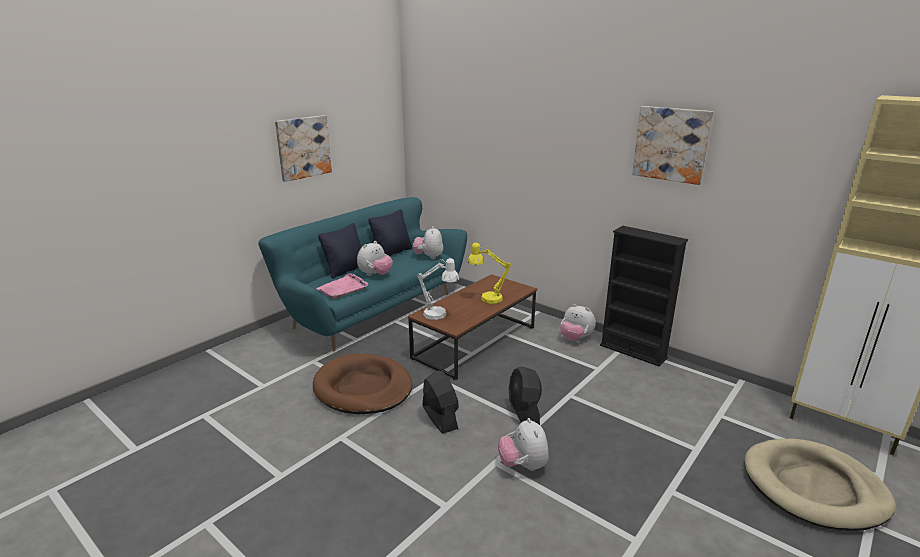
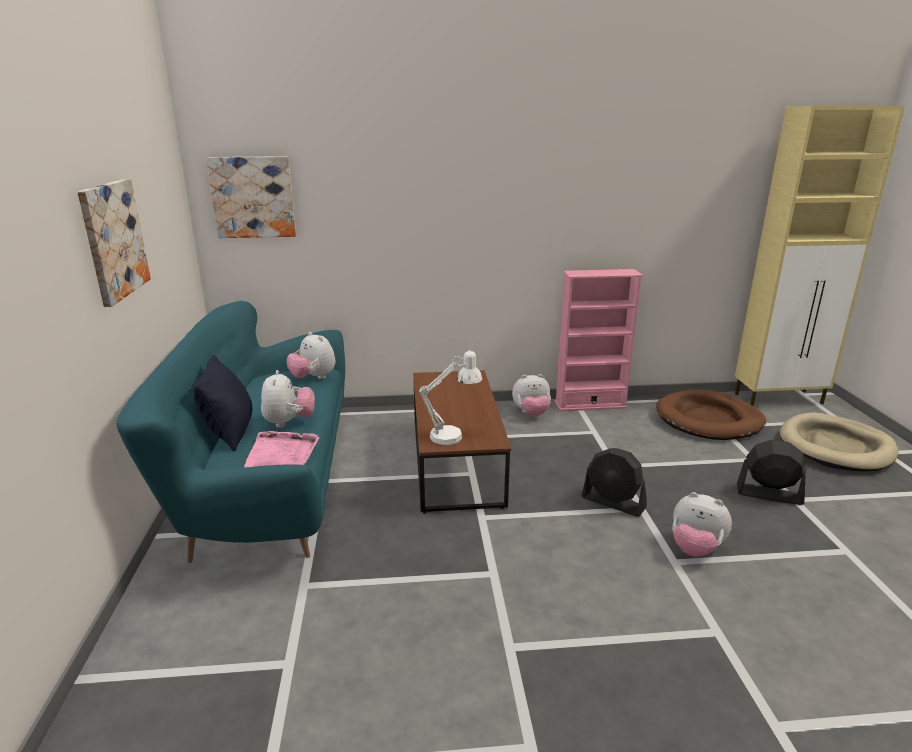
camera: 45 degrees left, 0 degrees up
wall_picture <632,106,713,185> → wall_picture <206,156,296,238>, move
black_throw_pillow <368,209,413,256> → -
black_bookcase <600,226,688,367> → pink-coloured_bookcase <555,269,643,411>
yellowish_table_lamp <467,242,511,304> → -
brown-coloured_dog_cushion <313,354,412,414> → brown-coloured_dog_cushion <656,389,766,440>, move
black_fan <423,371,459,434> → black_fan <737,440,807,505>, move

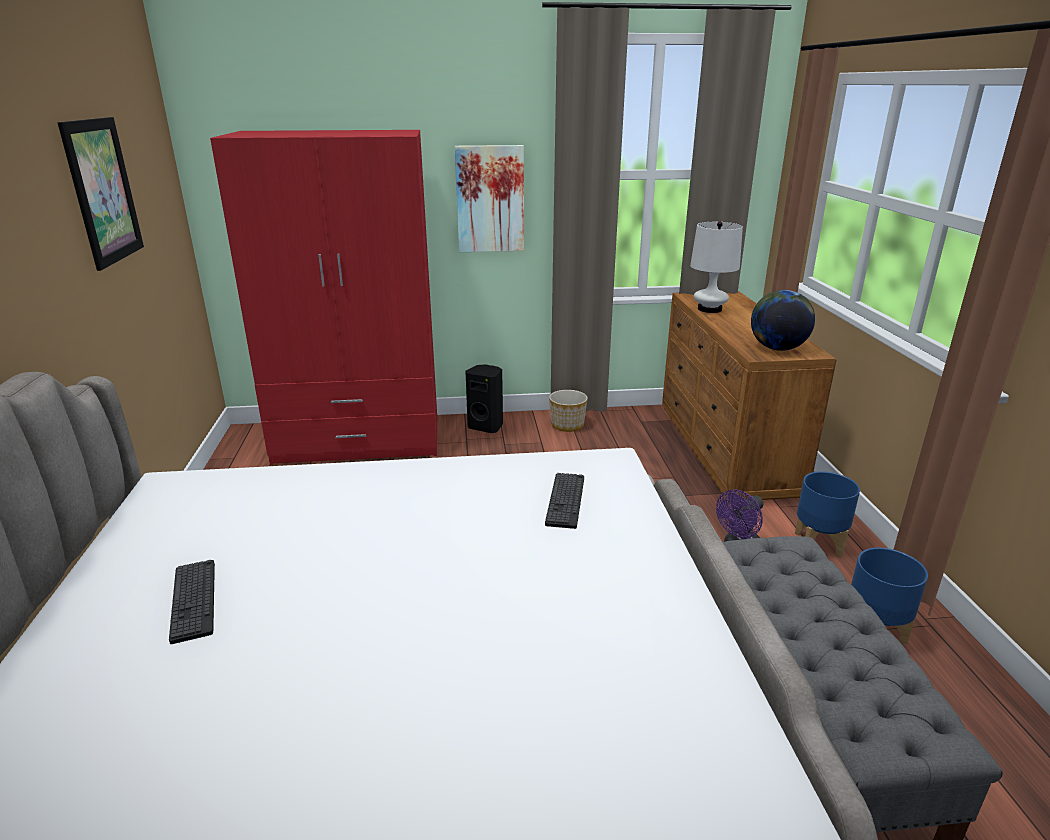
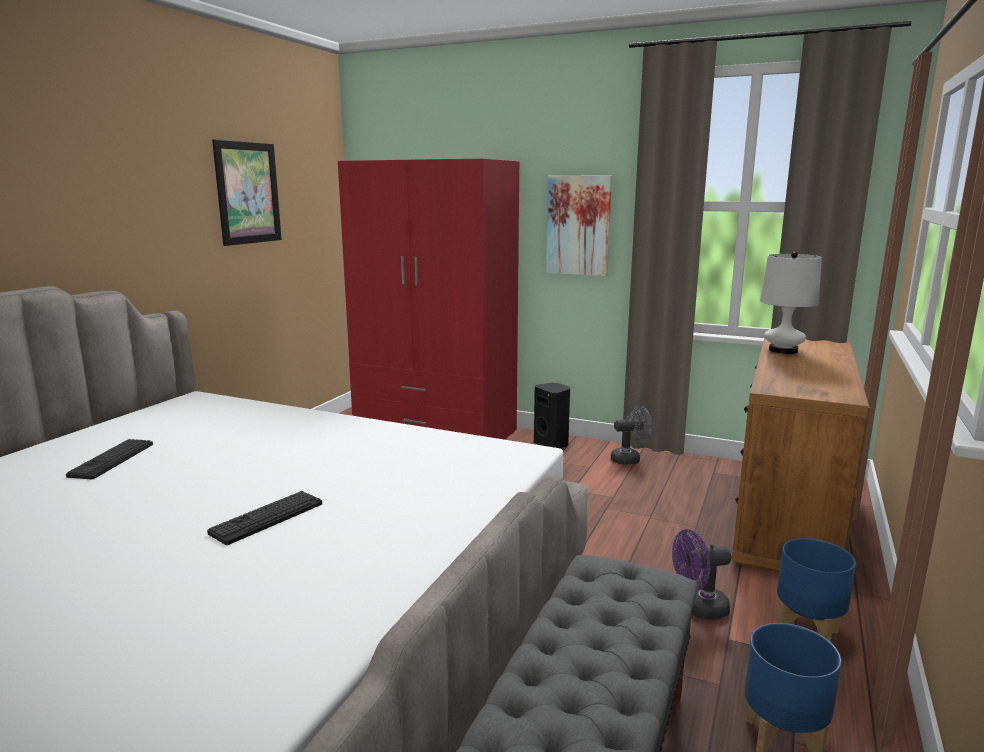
camera: 30 degrees right, 10 degrees down
desk_globe <751,290,815,351> → -
plant_pot <549,390,588,432> → greyish_fan <611,406,652,465>
keyboard <545,473,584,529> → keyboard <207,491,322,545>, move

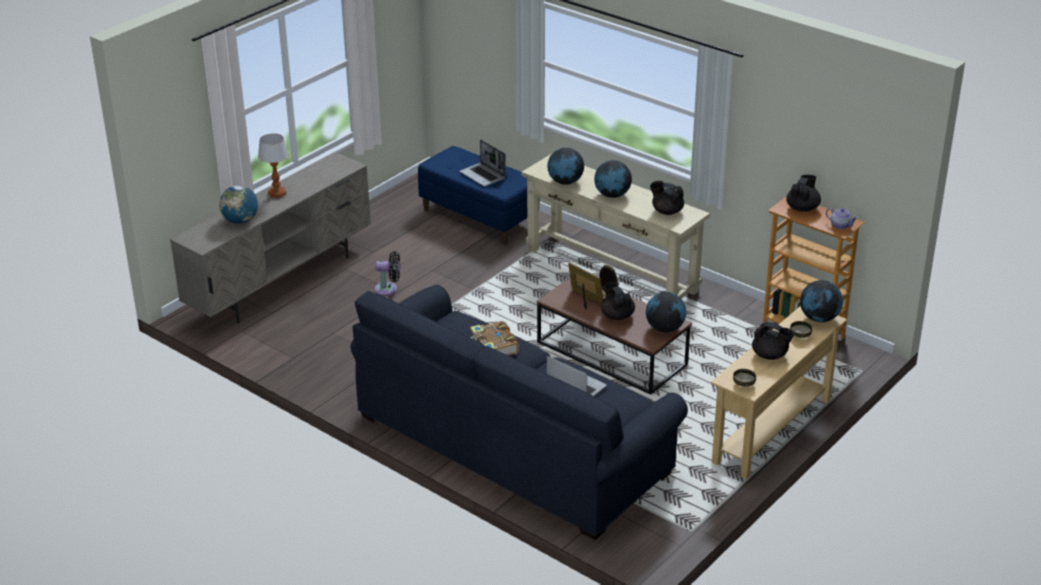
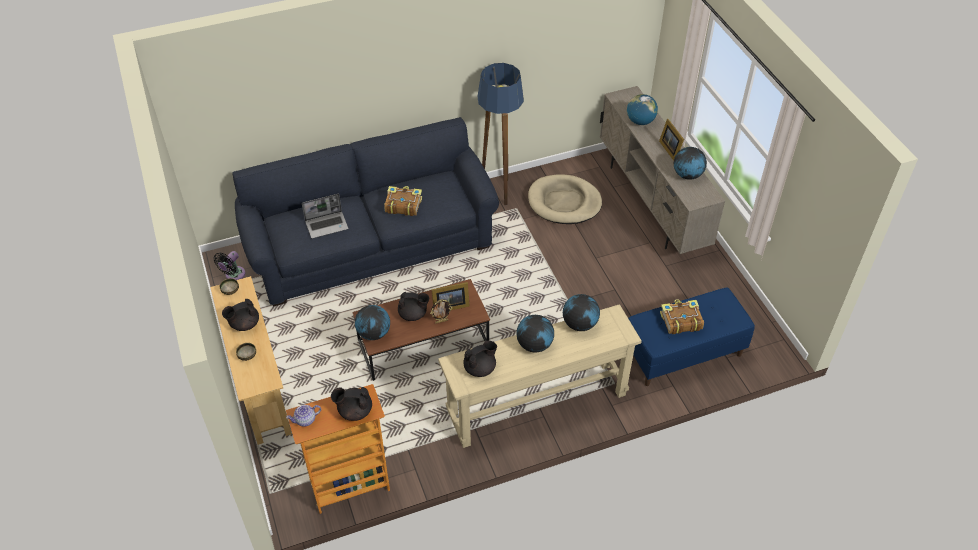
camera: 120 degrees right, 15 degrees up
table_lamp <258,133,289,198> → photo_frame <659,119,684,161>
notebook_computer <460,139,506,186> → volume <660,299,704,334>
black_tea_pot <786,175,821,212> → black_tea_pot <331,387,372,421>, 120 degrees clockwise
black_fan <374,251,400,296> → black_fan <213,251,246,280>, move
desk_globe <800,280,843,322> → desk_globe <674,147,707,180>, move
- → standing_lamp <477,63,524,205>
- → beige-coloured_dog_cushion <528,174,602,224>

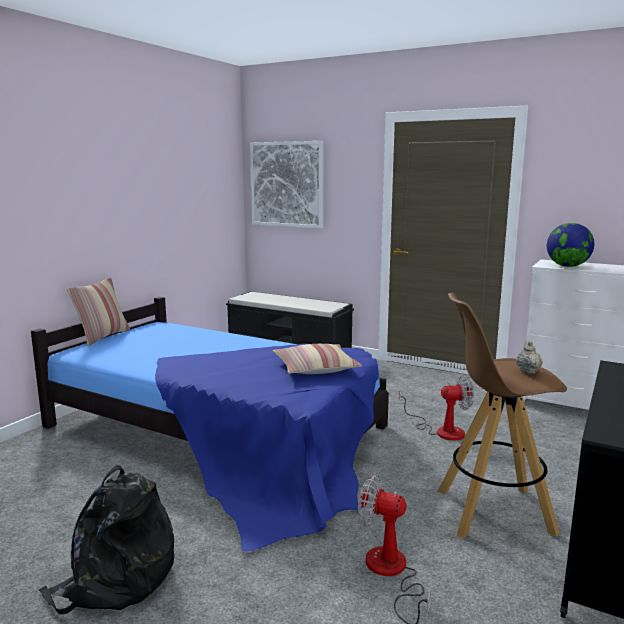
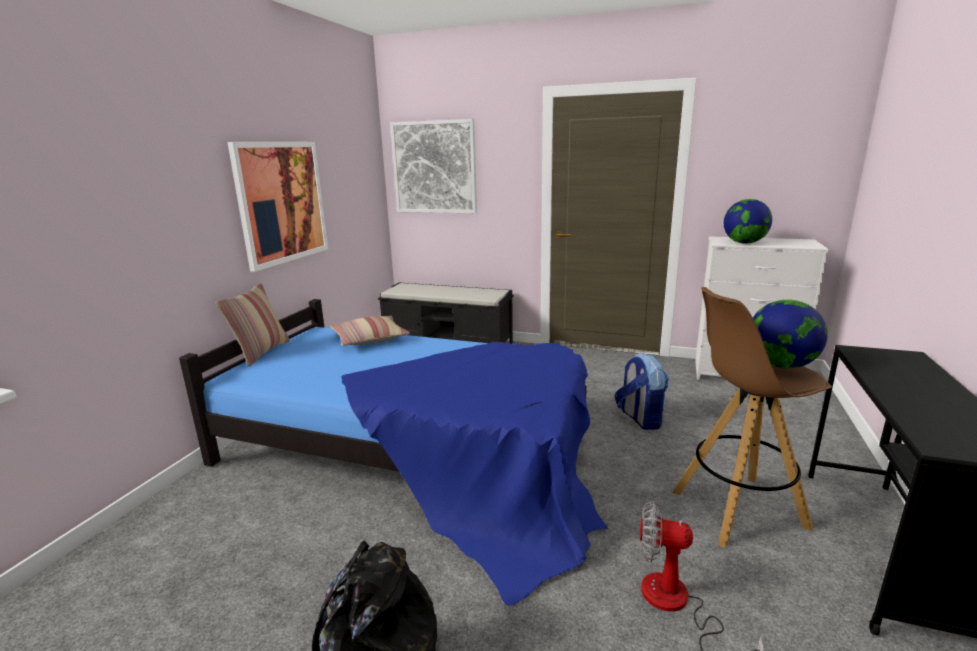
camera: 10 degrees left, 5 degrees up
beige-coloured_tea_pot <516,340,543,374> → desk_globe <753,300,828,369>
throw_pillow <273,344,362,374> → throw_pillow <330,316,410,346>, move
fan <399,375,474,441> → knapsack <615,353,669,430>
- → wall_picture <227,142,328,272>

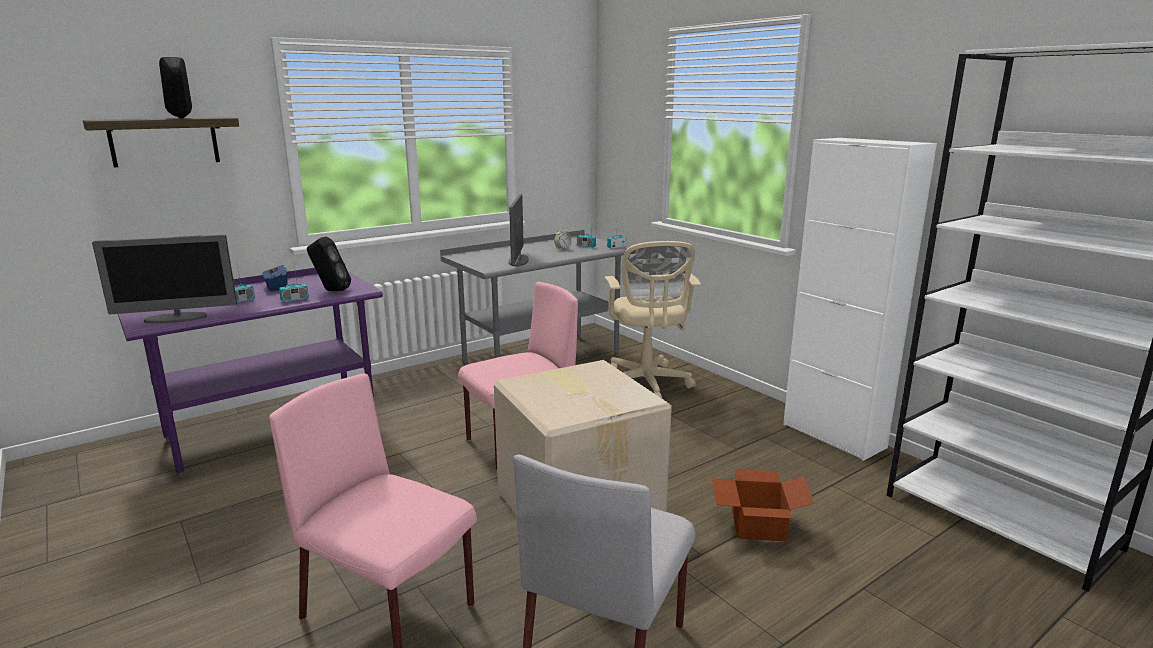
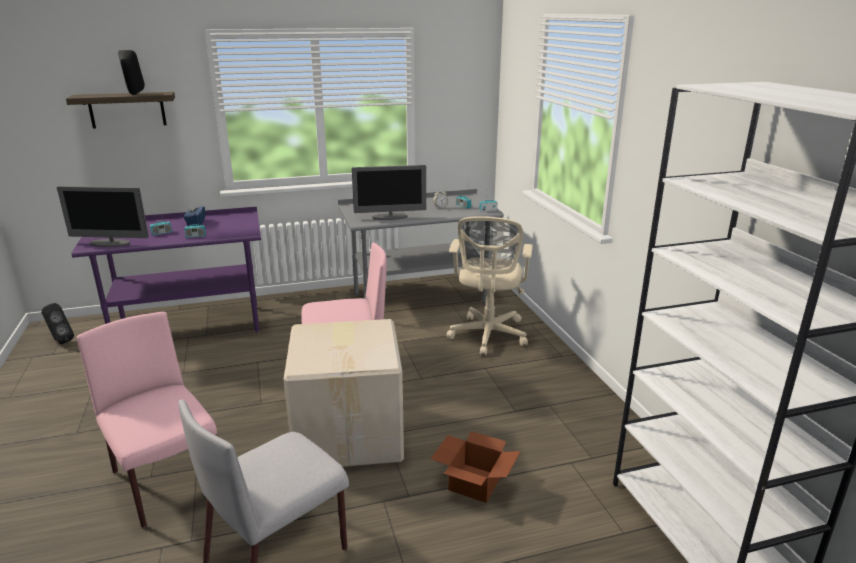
camera: 20 degrees right, 5 degrees up
white-coloured_cabinet <783,138,937,461> → -
computer_screen <509,194,529,266> → computer_screen <352,165,426,220>, 120 degrees counterclockwise
black_speaker <307,237,351,291> → black_speaker <41,303,74,344>, move

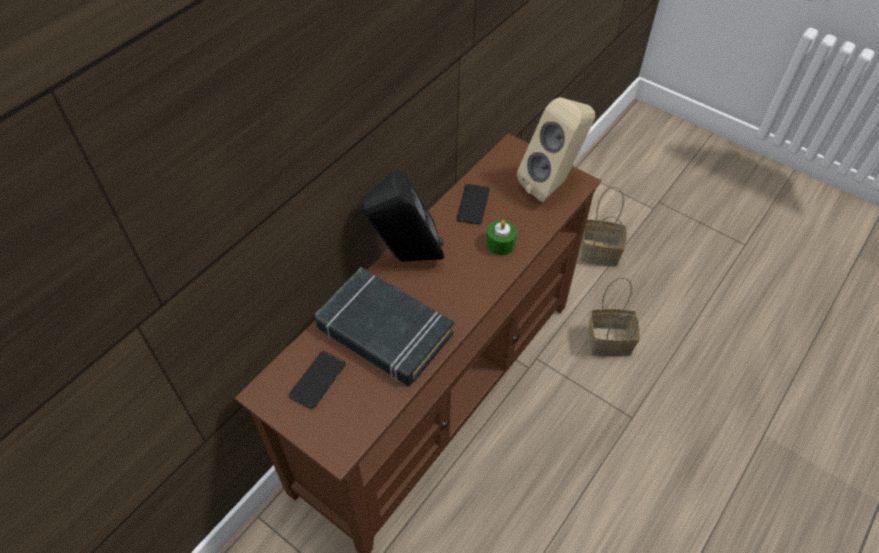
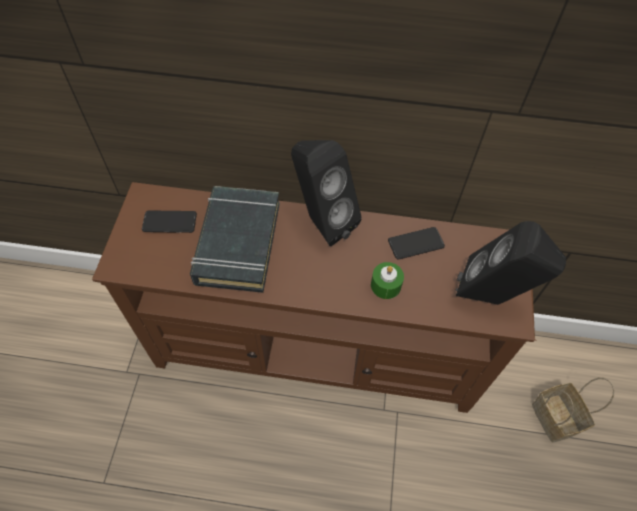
camera: 60 degrees right, 5 degrees up
beige-coloured_speaker <517,97,595,202> → black_speaker <456,221,566,305>
basket <588,277,640,357> → -

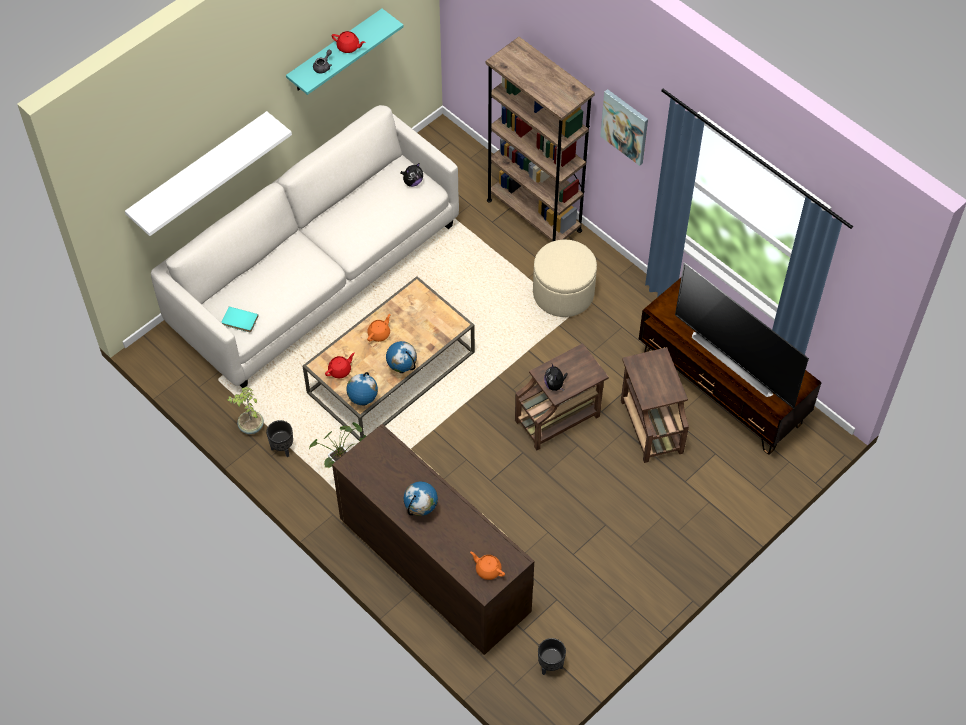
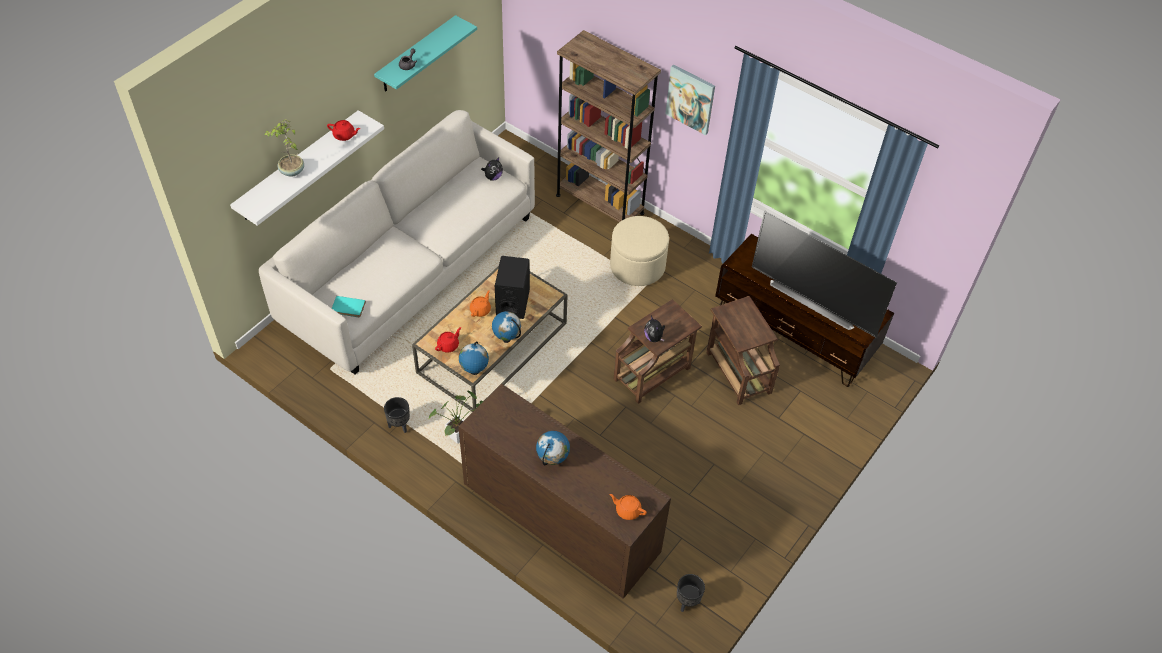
camera: 10 degrees left, 5 degrees down
red_tea_pot <332,31,366,53> → red_tea_pot <327,120,361,141>, move
potted_plant <227,387,264,434> → potted_plant <264,119,304,177>, move
- → black_speaker <495,256,530,319>

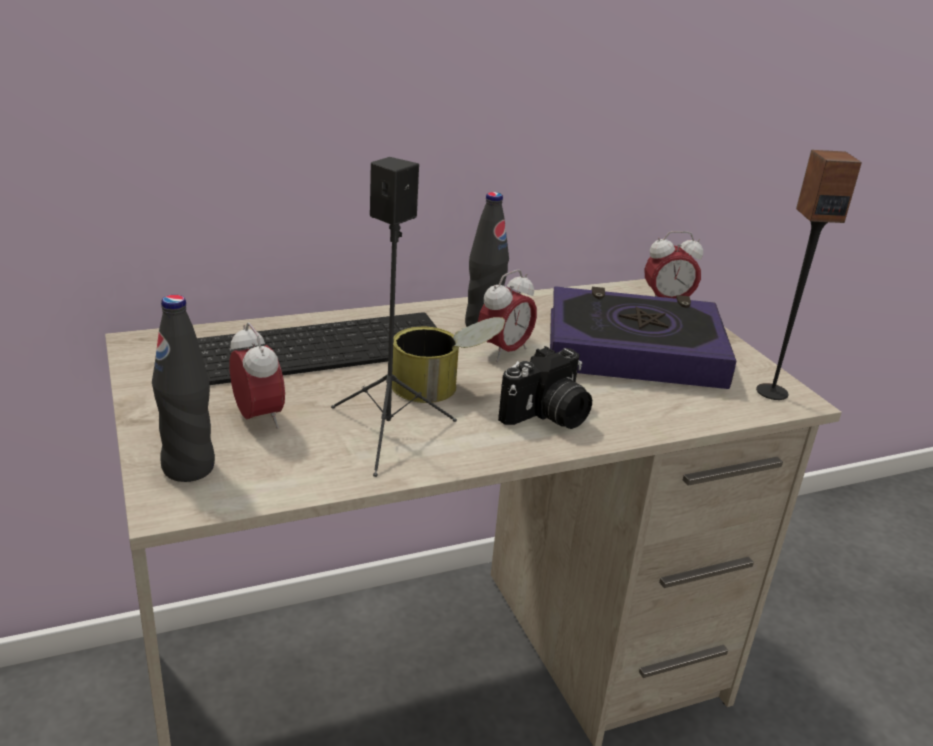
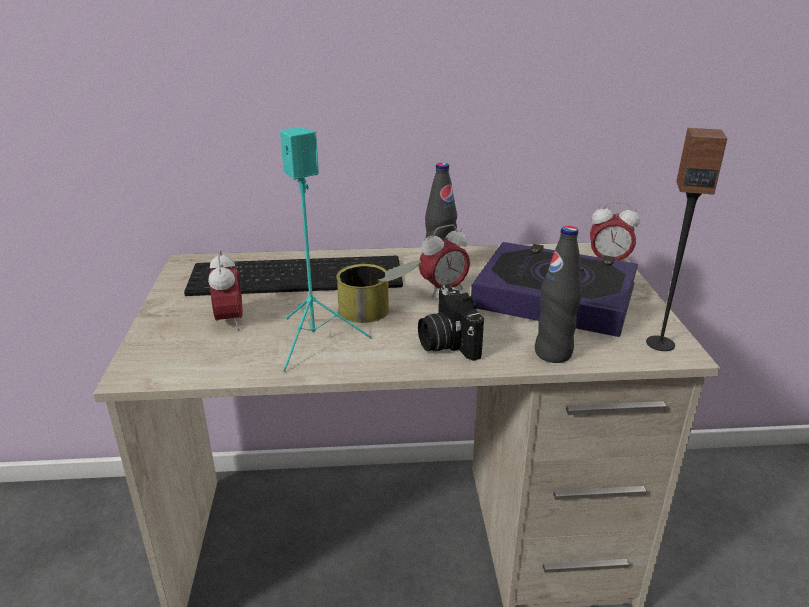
camera: 20 degrees right, 0 degrees up
black_speaker <331,157,457,477> → turquoise_speaker <280,127,372,373>
black_bottle <152,295,215,482> → black_bottle <535,226,582,363>, move
still_camera <498,346,592,429> → still_camera <418,284,484,361>, 90 degrees clockwise

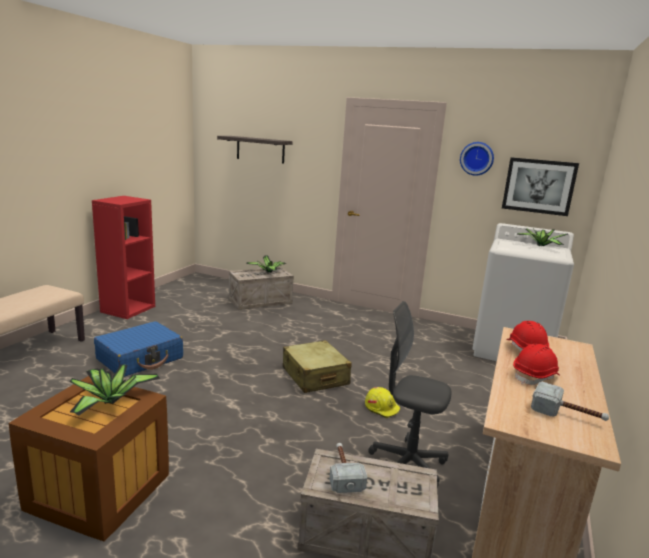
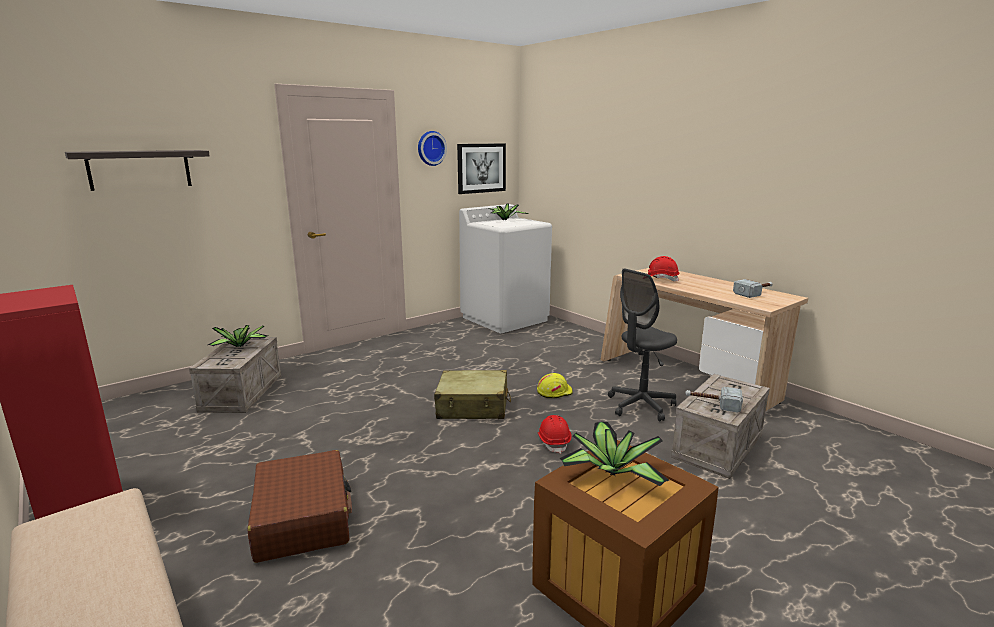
camera: 60 degrees left, 0 degrees up
blue-coloured_piece_of_luggage <94,321,183,377> → brown-coloured_piece_of_luggage <248,450,352,563>
red_safety_helmet <513,344,560,385> → red_safety_helmet <538,415,572,454>, move

